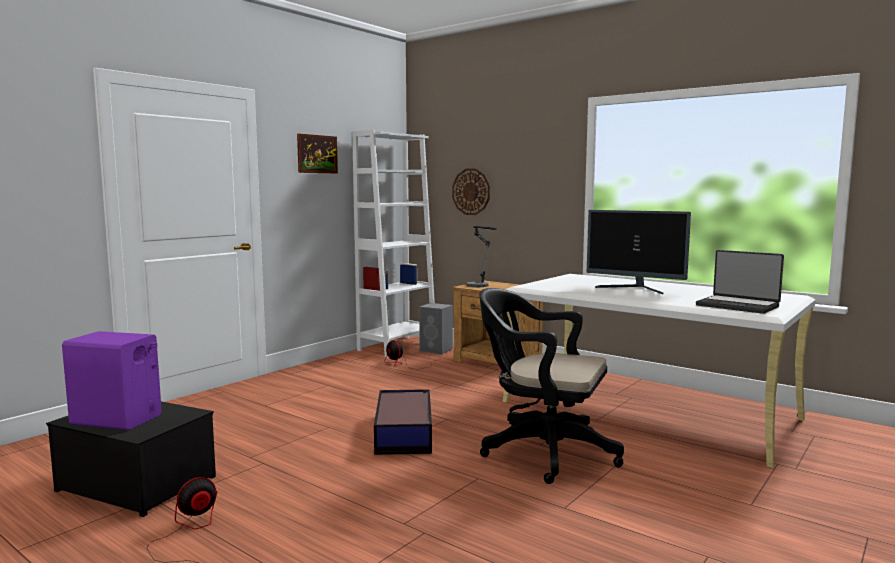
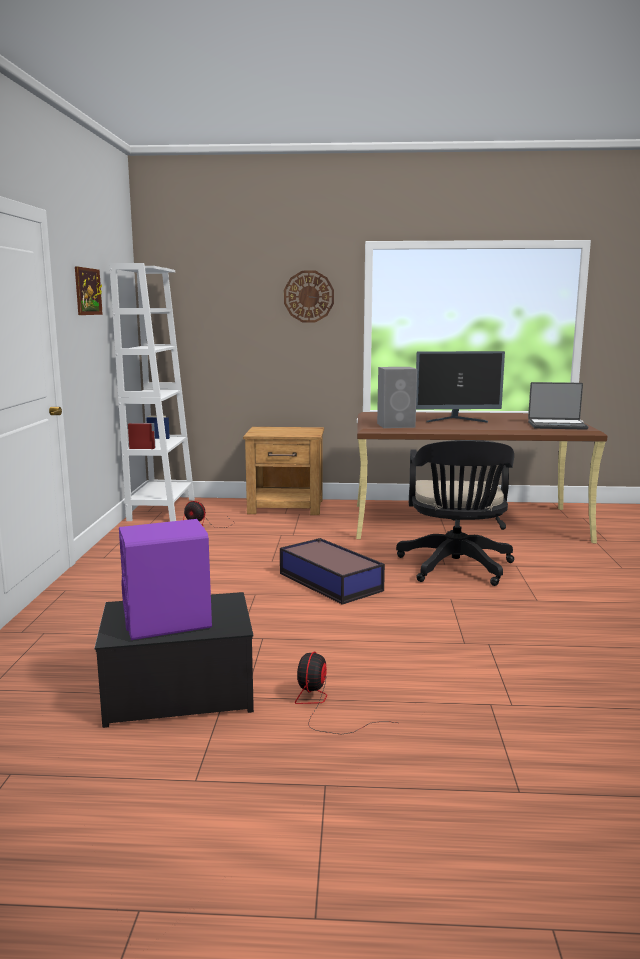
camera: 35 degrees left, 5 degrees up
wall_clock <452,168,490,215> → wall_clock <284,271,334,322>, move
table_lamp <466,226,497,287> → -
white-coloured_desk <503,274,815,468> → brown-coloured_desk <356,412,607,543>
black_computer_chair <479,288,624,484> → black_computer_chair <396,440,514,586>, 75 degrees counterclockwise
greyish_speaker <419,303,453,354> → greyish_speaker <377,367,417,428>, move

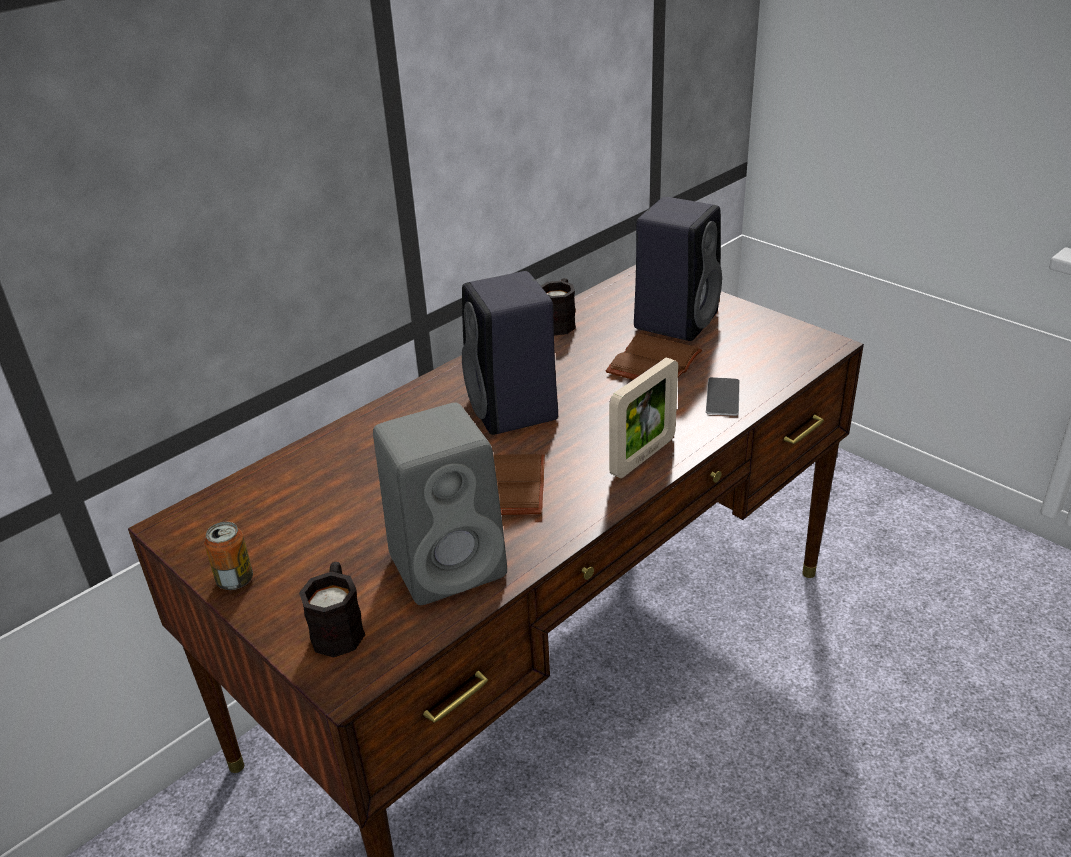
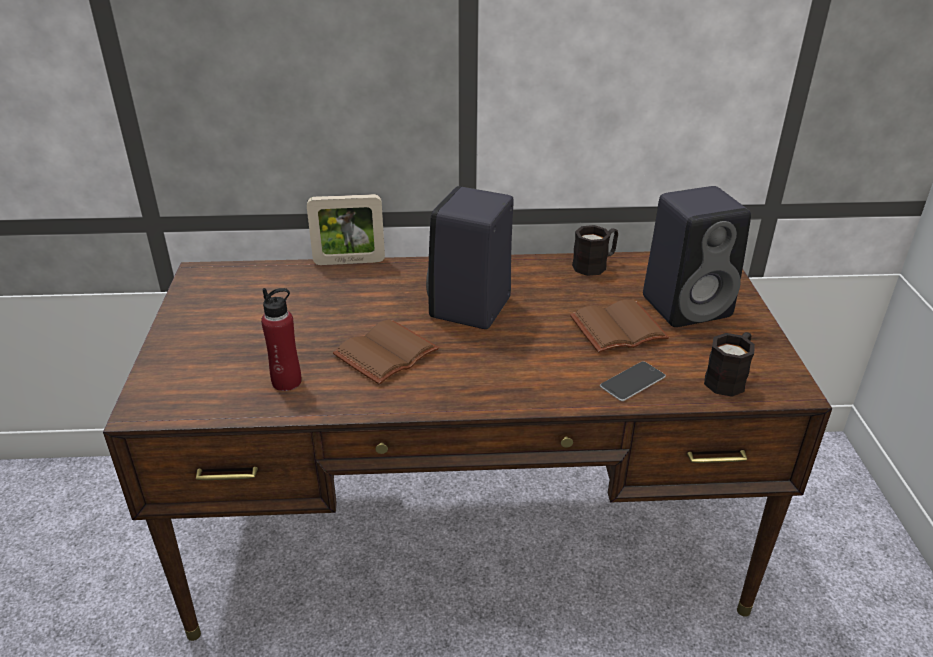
camera: 40 degrees right, 0 degrees up
photo_frame <609,358,678,478> → photo_frame <307,194,385,265>, move
greyish_speaker <373,403,507,605> → red_bottle <261,288,301,391>
metal_can <204,522,253,590> → -
black_mug <299,562,365,657> → black_mug <704,332,755,397>, move

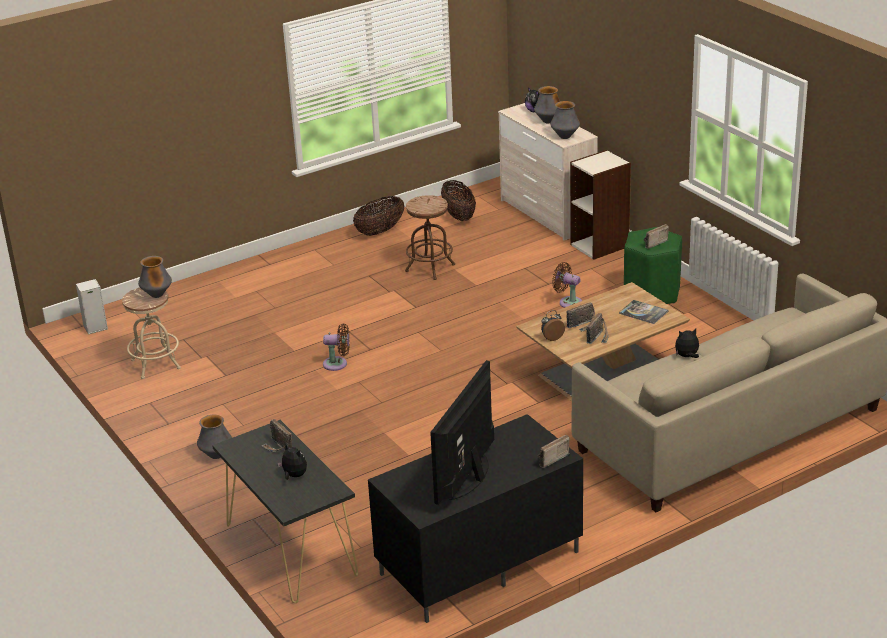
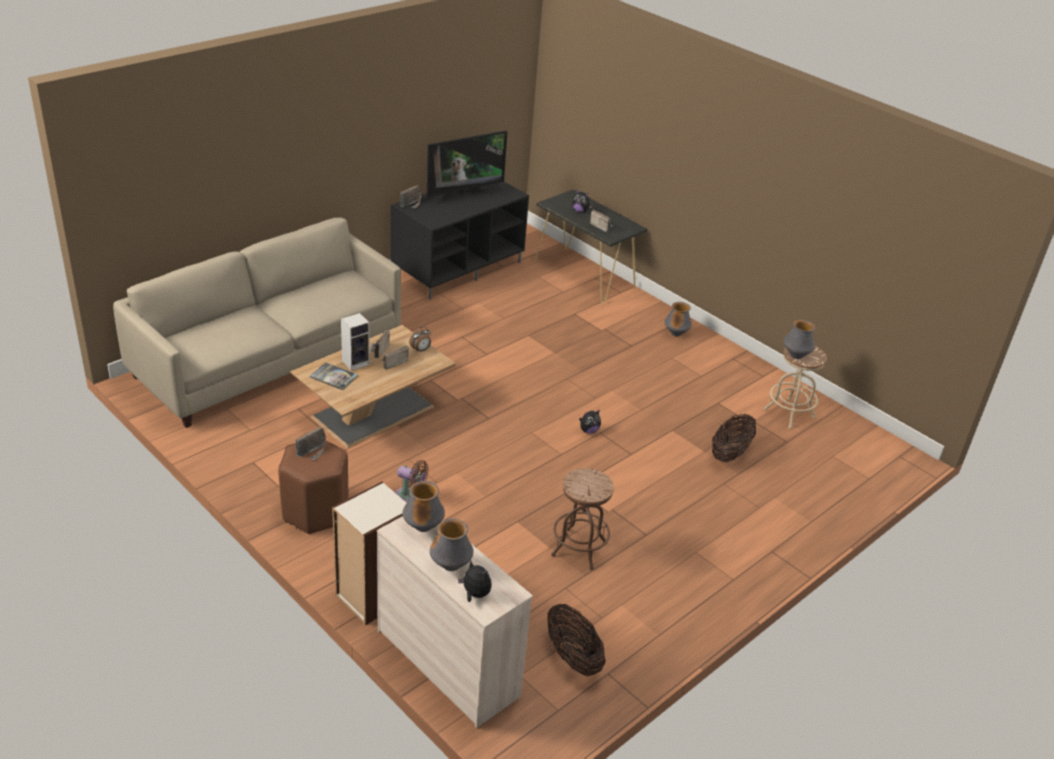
camera: 165 degrees right, 5 degrees up
basket <353,196,404,236> → basket <712,414,756,462>, move
greenish_stool_seat <624,227,682,304> → brown-coloured_stool_seat <278,441,348,534>
speaker <76,279,108,335> → speaker <341,313,370,371>, move
brown-coloured_fan <323,323,350,371> → -
cuddly_toy <675,329,699,358> → cuddly_toy <579,410,601,434>, move
TV <430,360,494,505> → TV <426,130,507,205>, 45 degrees clockwise

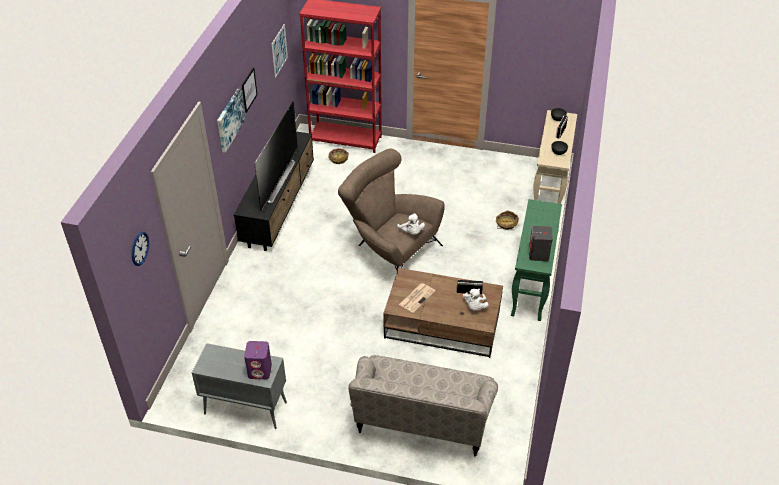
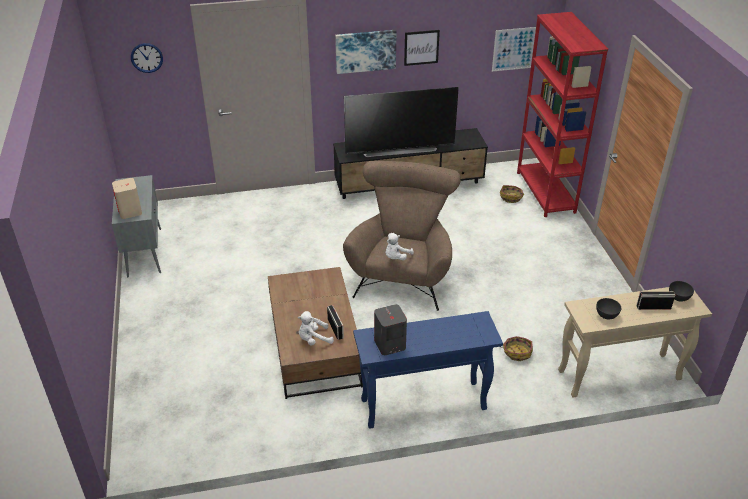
camera: 65 degrees right, 5 degrees down
greenish_console_table <511,199,562,321> → blue-coloured_console_table <353,311,503,429>
newspaper <399,283,436,313> → -
purplish_speaker <244,341,272,379> → beige-coloured_speaker <112,178,142,219>
beige-coloured_settee <348,355,498,457> → -

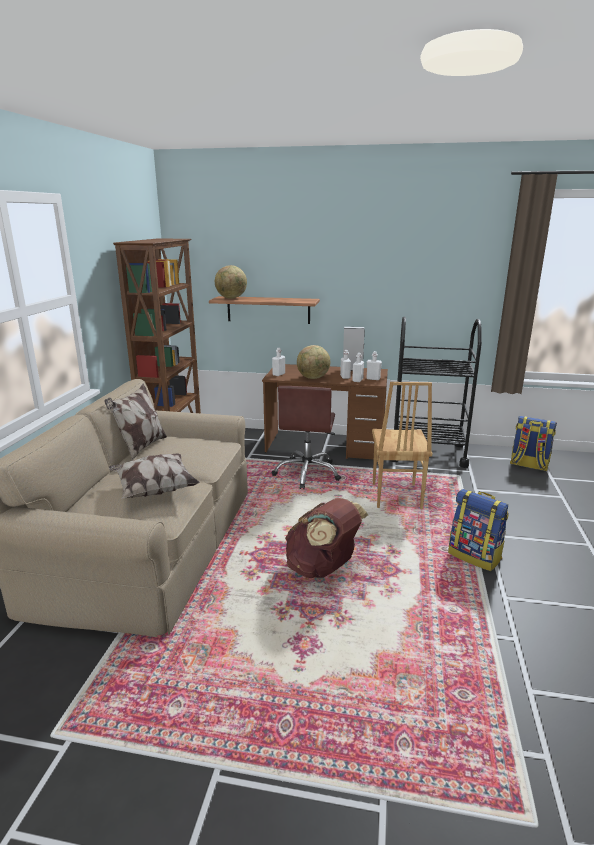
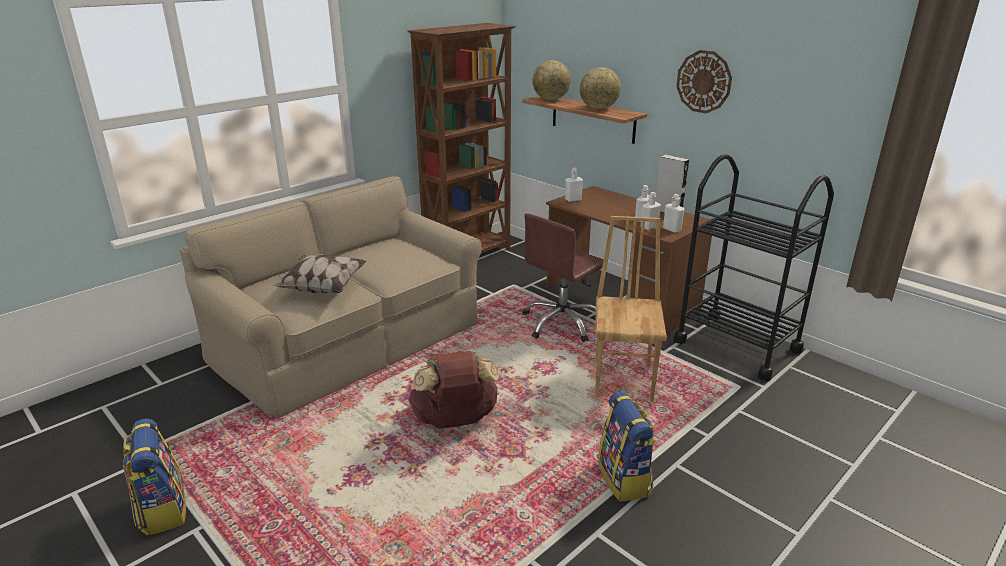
camera: 35 degrees right, 5 degrees up
desk_globe <297,345,330,379> → desk_globe <580,67,621,109>, move
brown-coloured_plain_chair <372,382,432,509> → brown-coloured_plain_chair <595,216,667,402>, 150 degrees clockwise
throw_pillow <104,384,167,461> → -
knapsack <510,416,557,471> → knapsack <123,418,186,536>, move
- → wall_clock <676,50,732,113>

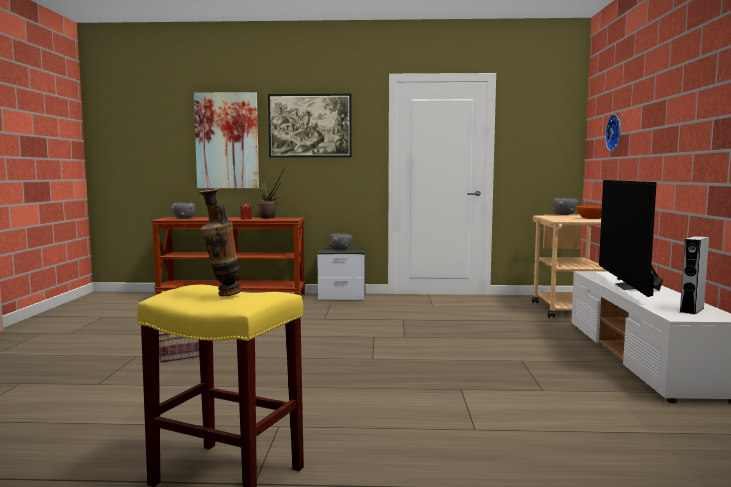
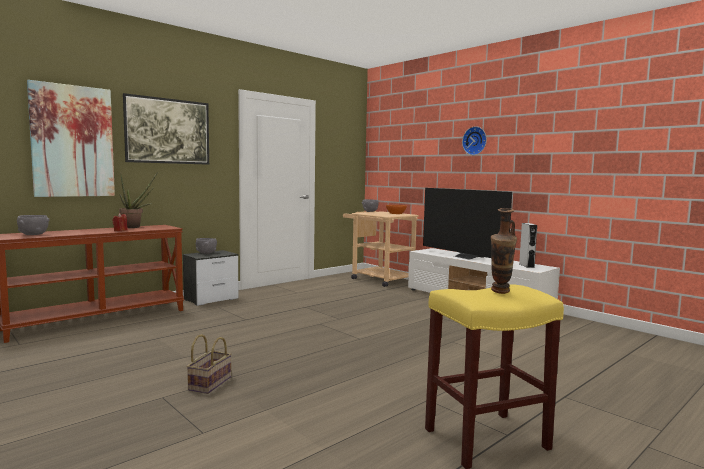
camera: 45 degrees left, 0 degrees up
wall_clock <605,114,621,152> → wall_clock <462,126,487,155>, move

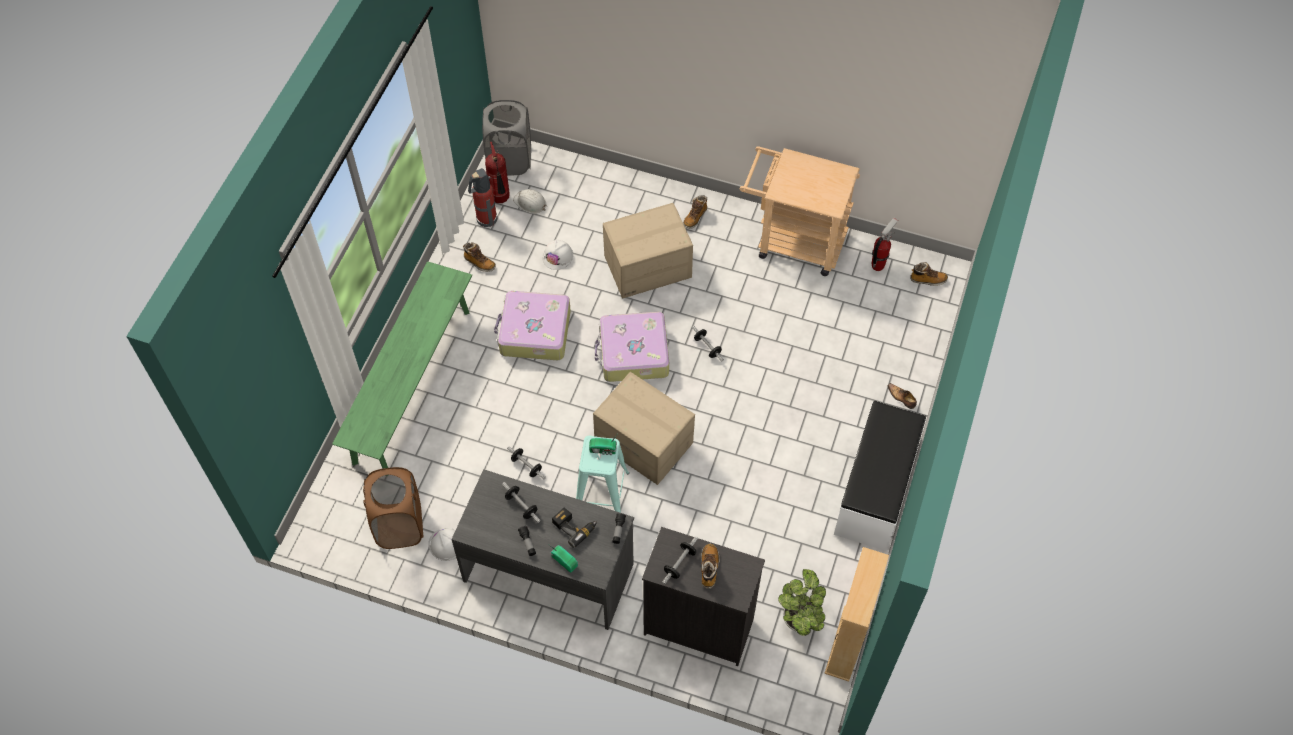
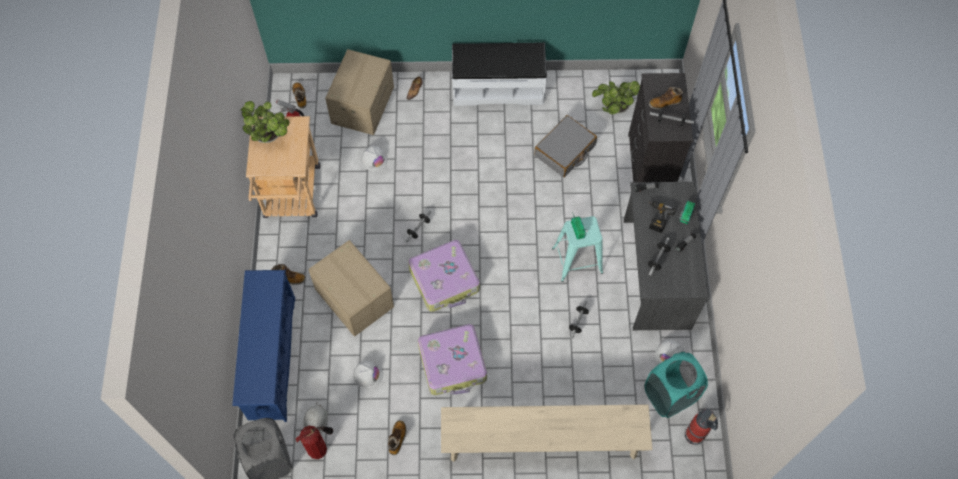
camera: 110 degrees left, 5 degrees up
fire_extinguisher <468,168,497,227> → fire_extinguisher <685,408,718,445>, move
greenish_long_seat <332,261,472,469> → beige-coloured_long_seat <441,404,653,462>
packing_box <593,372,695,485> → packing_box <325,49,394,135>, move
brown-coloured_laundry_basket <363,467,423,549> → turquoise_laundry_basket <645,352,708,418>
beige-coloured_bookcase <824,547,889,682> → -
- → potted_plant <240,101,290,143>
- → greyish_piece_of_luggage <534,115,597,177>
- → white-coloured_safety_helmet <361,146,387,171>
- → blue-coloured_shoe_stand <232,270,295,422>

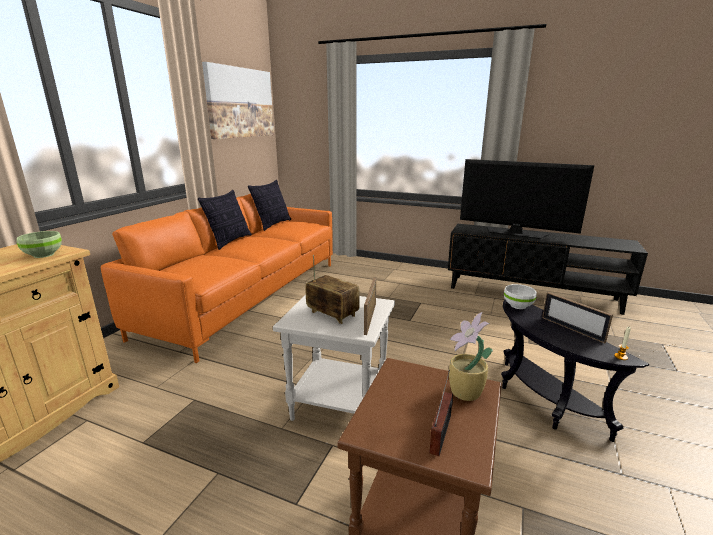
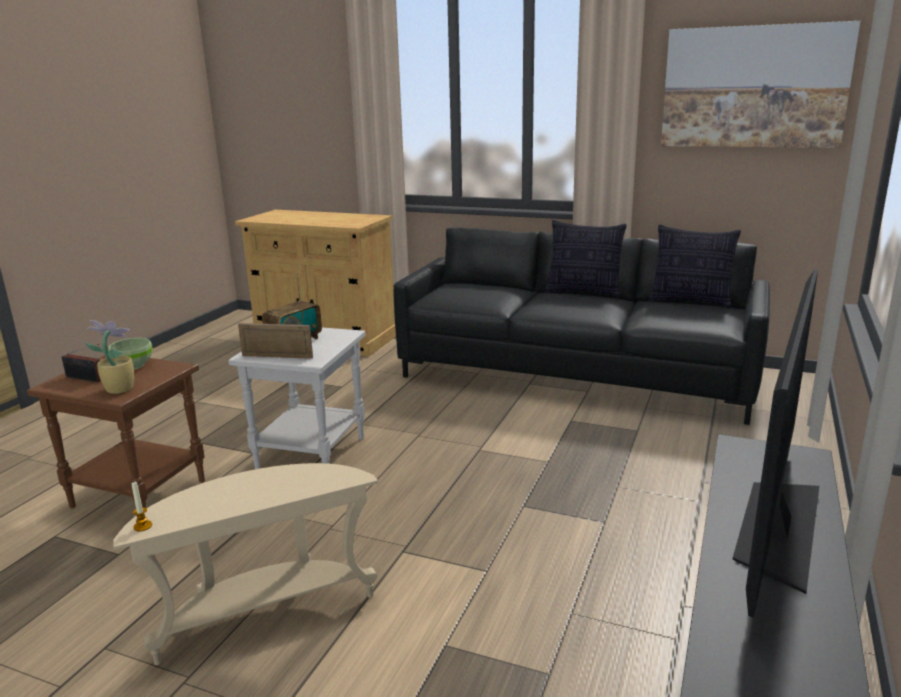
camera: 90 degrees right, 0 degrees up
orange-coloured_settee <101,194,333,363> → black_settee <393,227,770,425>
greenish_bowl <16,231,62,258> → greenish_bowl <108,338,153,369>, move
white-coloured_bowl <504,284,537,309> → -
photo_frame <542,292,613,344> → -
black_side_table <501,299,649,442> → beige-coloured_side_table <113,463,378,665>

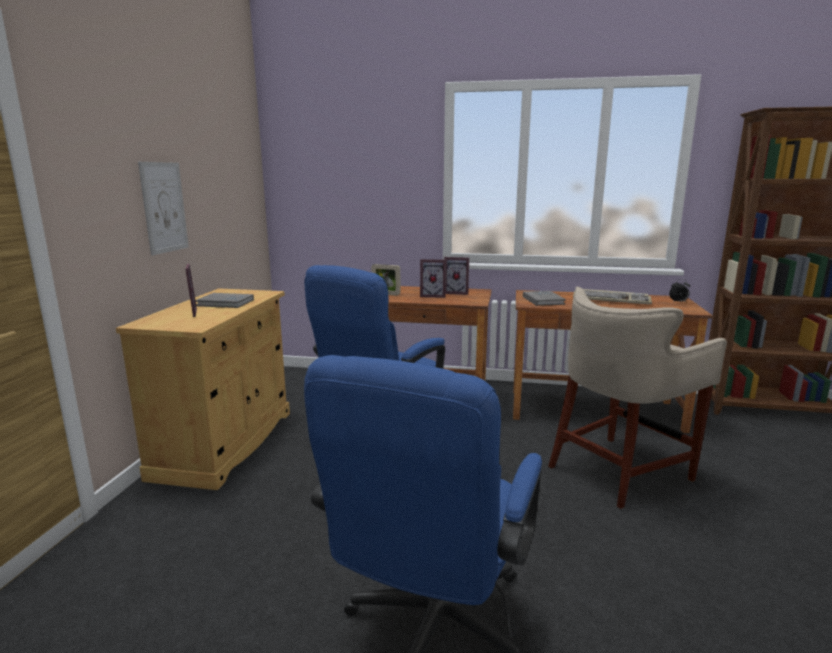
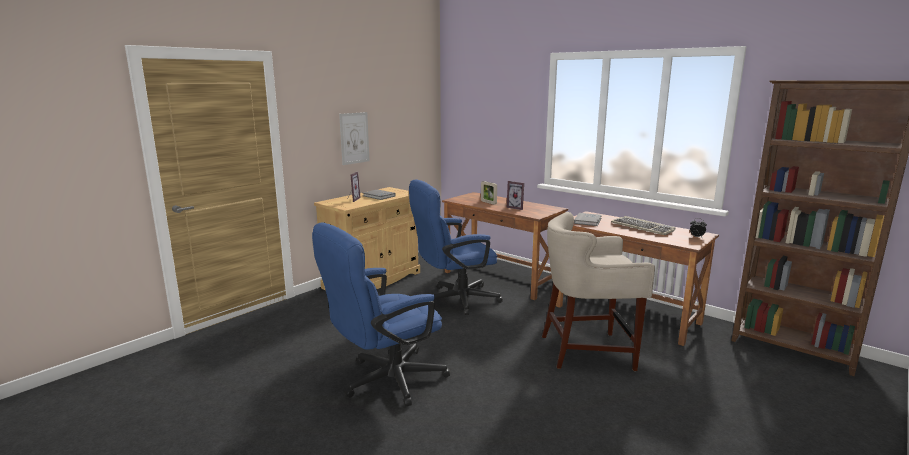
camera: 30 degrees right, 0 degrees up
photo_frame <444,257,469,295> → -

